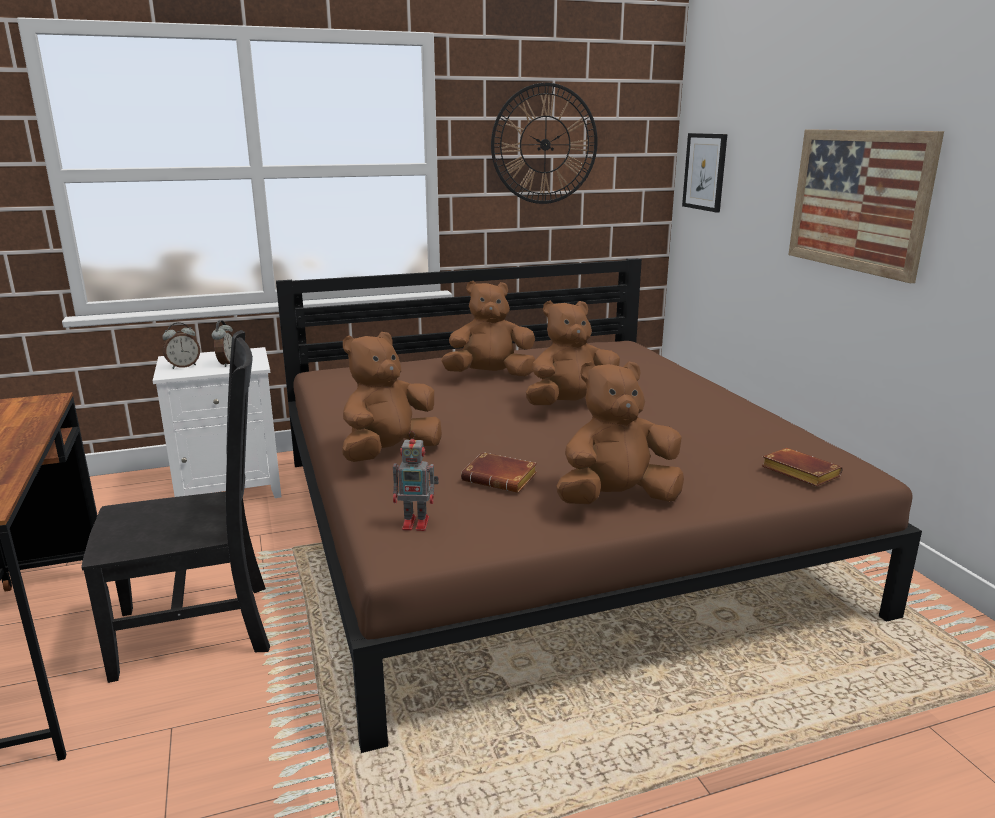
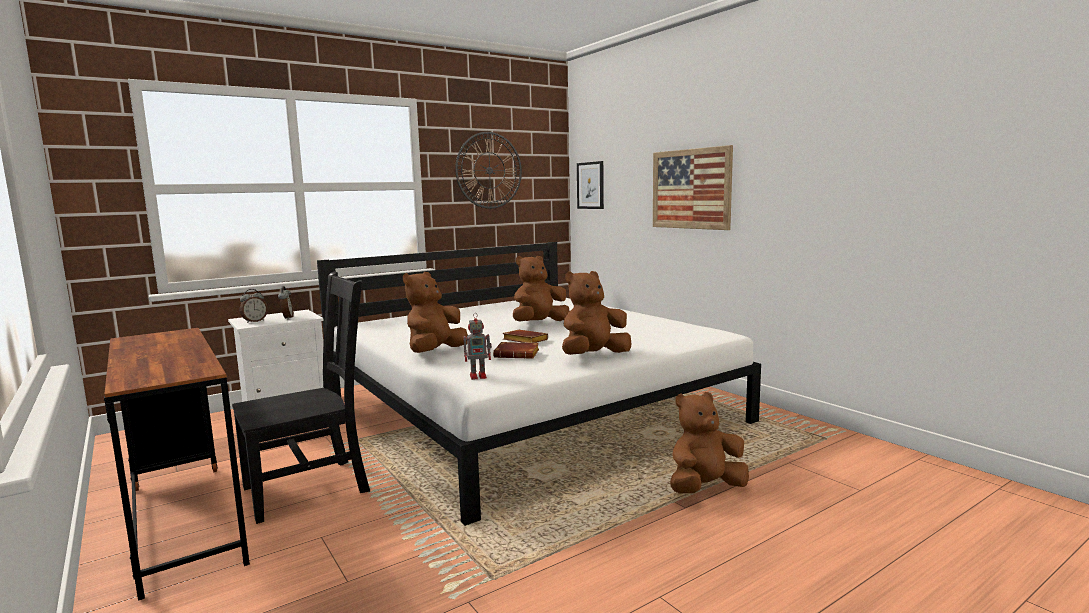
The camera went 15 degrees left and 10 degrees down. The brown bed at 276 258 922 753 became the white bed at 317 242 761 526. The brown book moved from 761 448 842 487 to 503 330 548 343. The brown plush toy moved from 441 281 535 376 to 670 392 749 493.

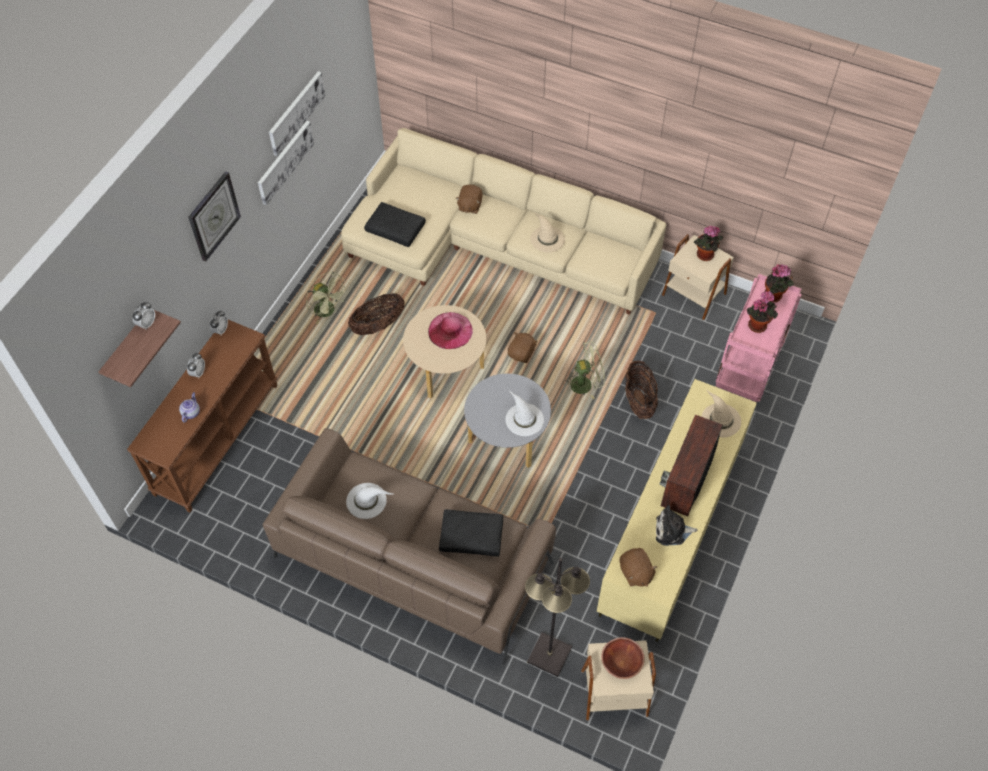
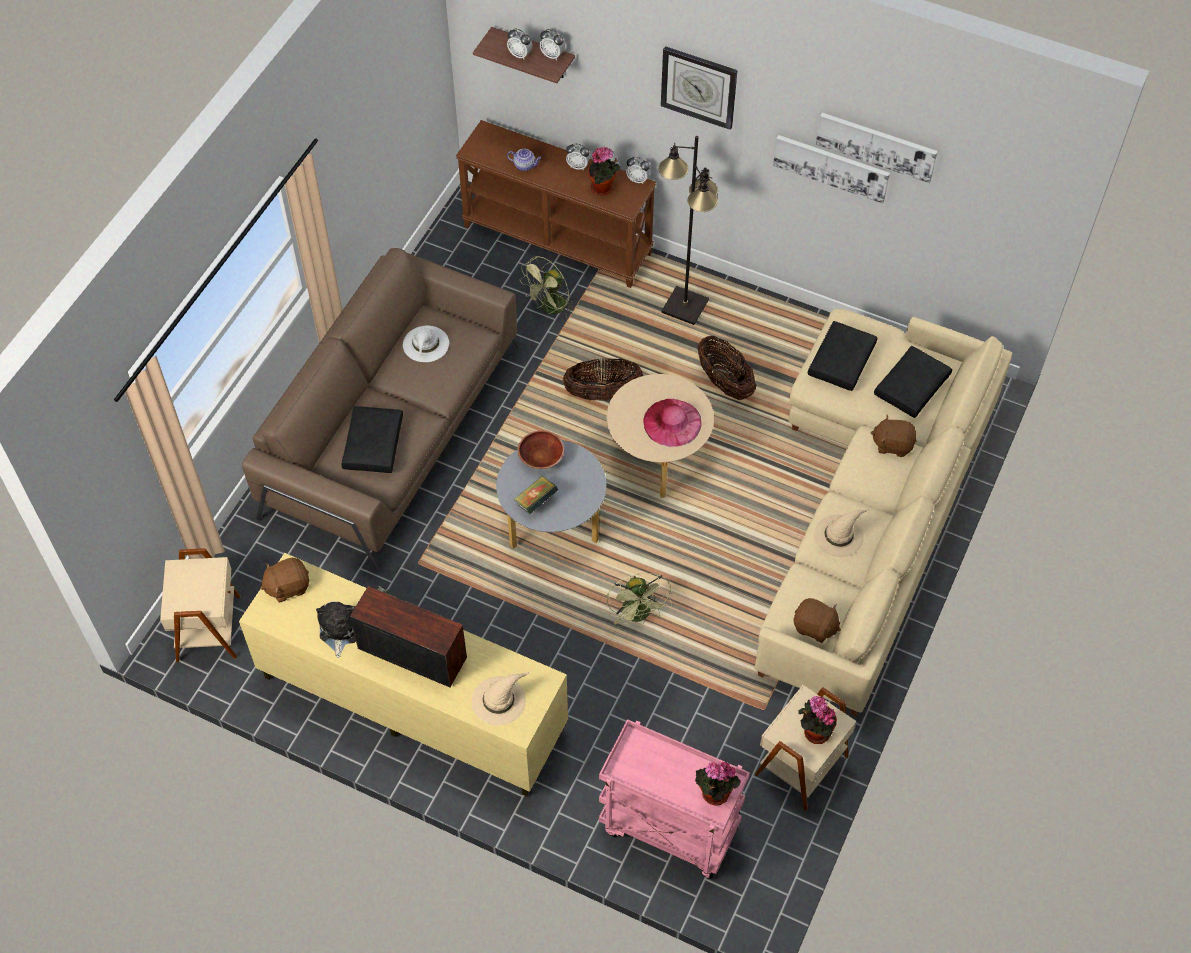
The camera went 90 degrees right and 0 degrees up. The alarm clock at 507 29 533 59 appeared. The white hat at 505 390 544 436 was replaced by the book at 513 476 558 514. The brown bowl moved from 601 637 645 679 to 518 431 564 469. The green fan moved from 306 272 348 324 to 520 256 574 317. The basket moved from 625 361 658 419 to 563 358 643 401. The potted plant moved from 747 291 778 333 to 588 146 620 195. The black floor lamp moved from 525 558 590 677 to 658 136 718 325. The brown plush toy moved from 508 332 538 363 to 793 598 841 643. The black pillow at 874 346 952 418 appeared.

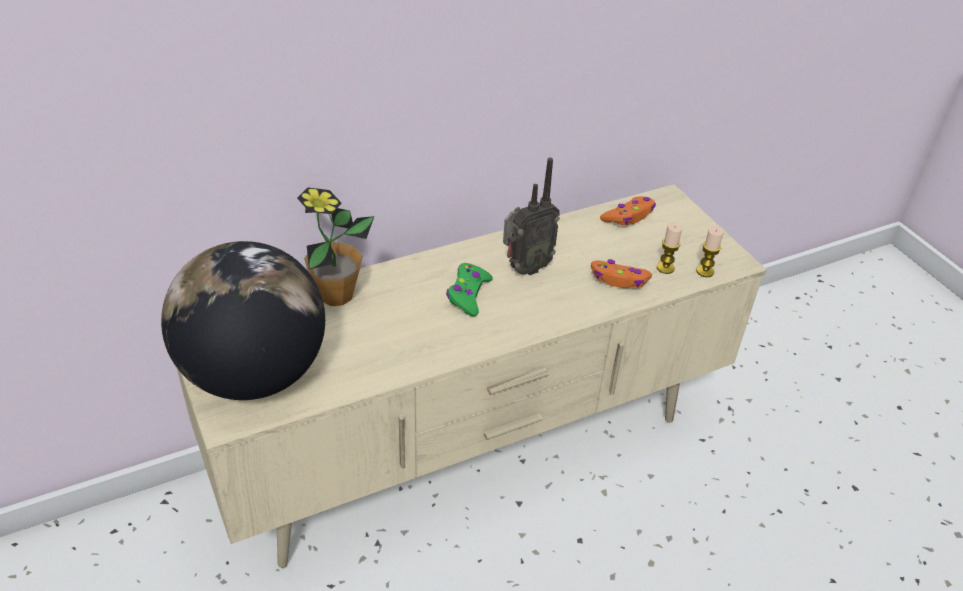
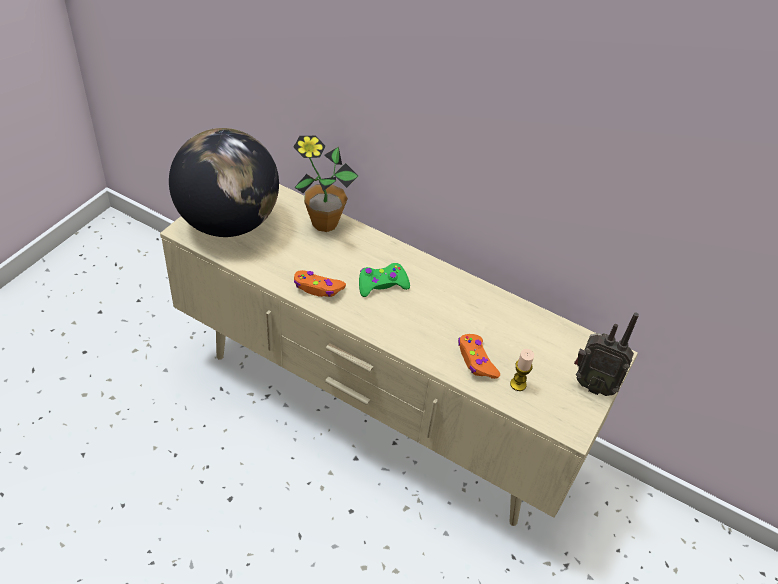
The camera went 55 degrees right and 5 degrees up. The orange game controller moved from 600 196 656 226 to 294 270 346 297. The radio moved from 503 158 560 276 to 574 313 639 396. The candle at 696 225 724 277 disappeared.

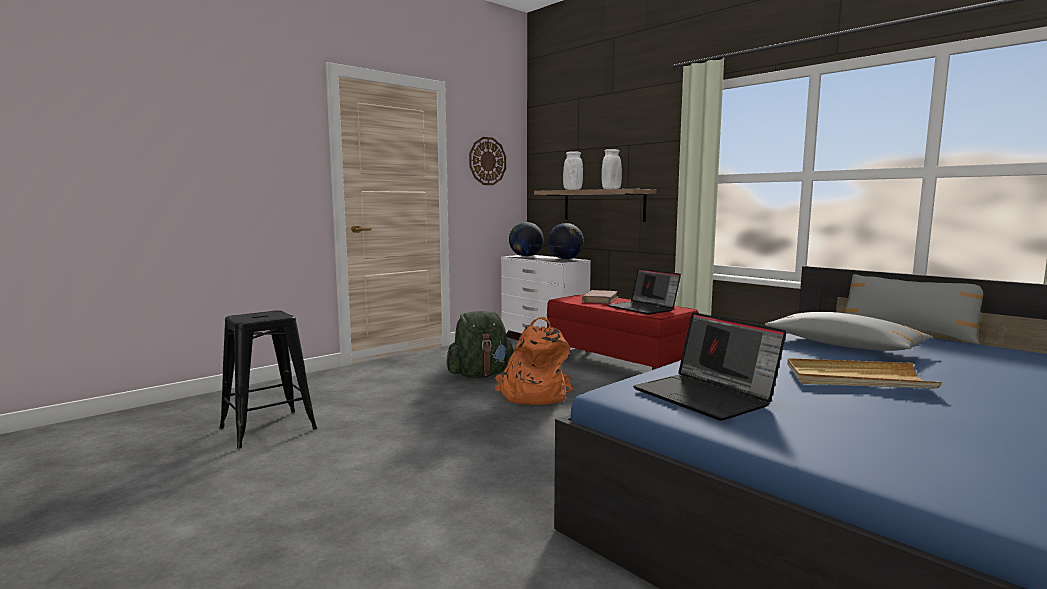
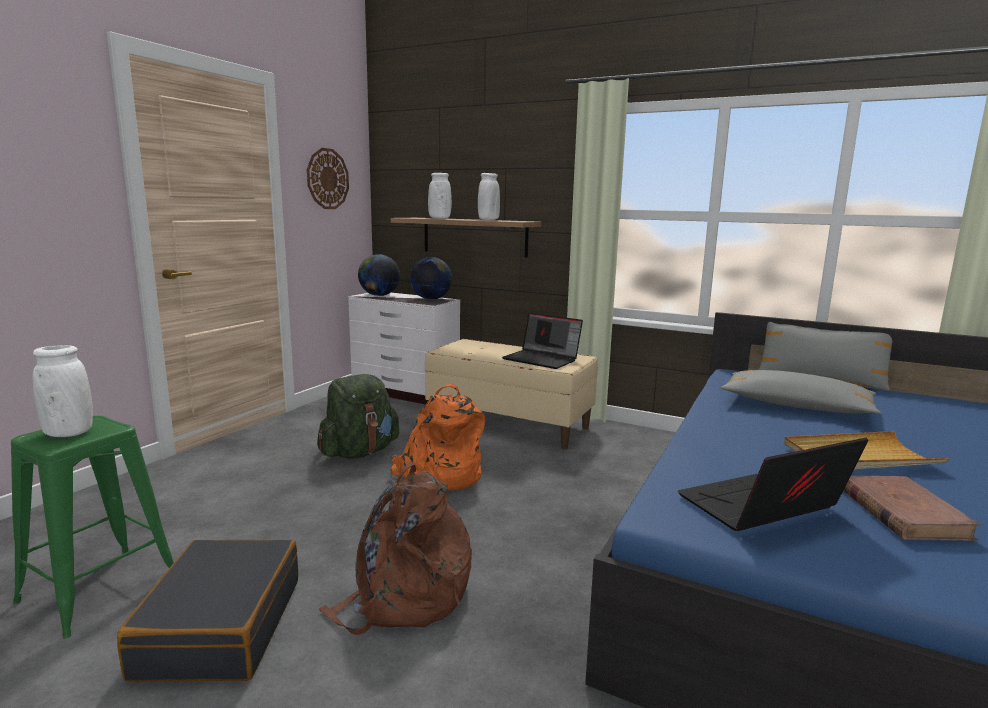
The camera went 20 degrees left and 5 degrees up. The black stool at 219 310 317 449 became the green stool at 11 416 174 639. The white vase at 33 345 93 437 appeared. The black suitcase at 117 539 298 682 appeared. The brown backpack at 319 461 472 635 appeared. The red bench at 547 294 699 370 became the beige bench at 425 339 598 449. The laptop at 633 312 786 421 turned 120 degrees clockwise. The brown book moved from 582 290 618 304 to 843 476 981 541.

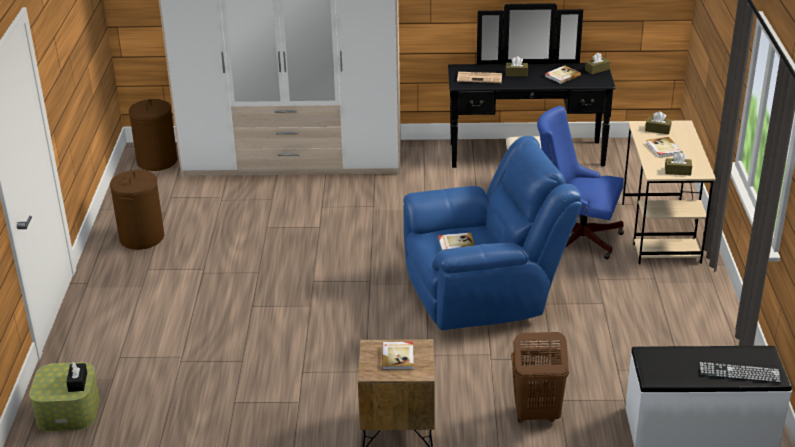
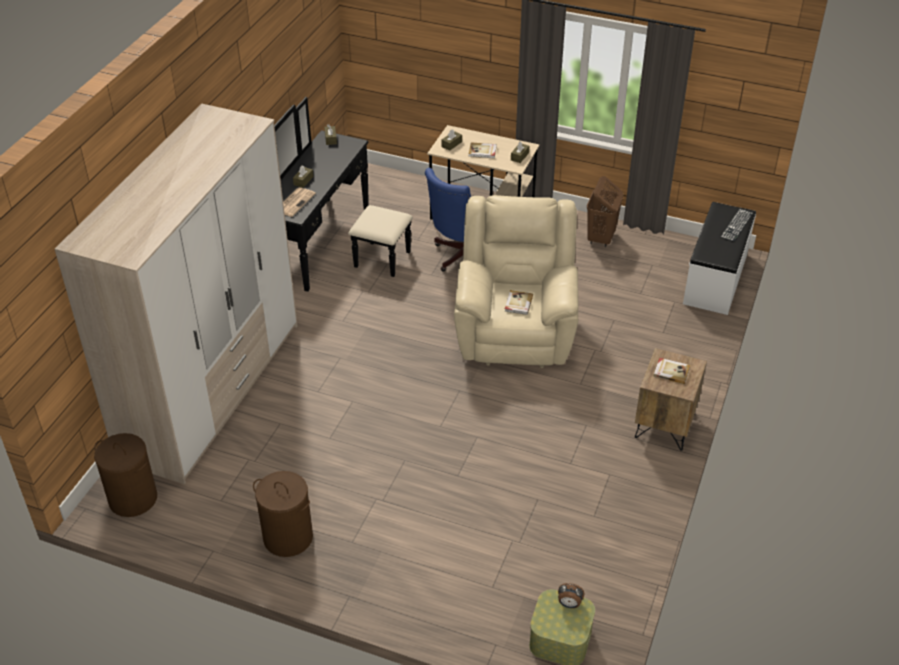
The camera went 70 degrees left and 10 degrees up. The blue armchair at 403 136 582 330 became the beige armchair at 454 195 578 368. The black tissue box at 66 362 87 392 was replaced by the alarm clock at 558 583 584 608. The brown laundry basket moved from 511 332 569 423 to 587 176 623 247. The book at 545 65 581 84 disappeared.

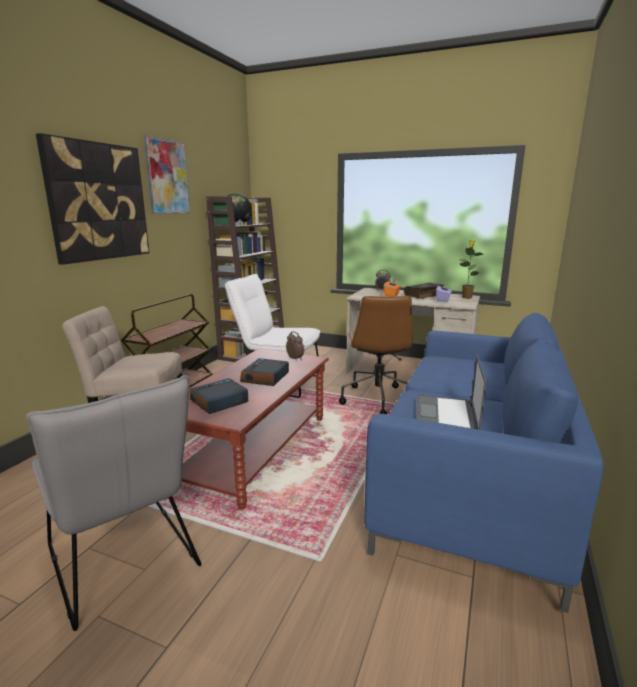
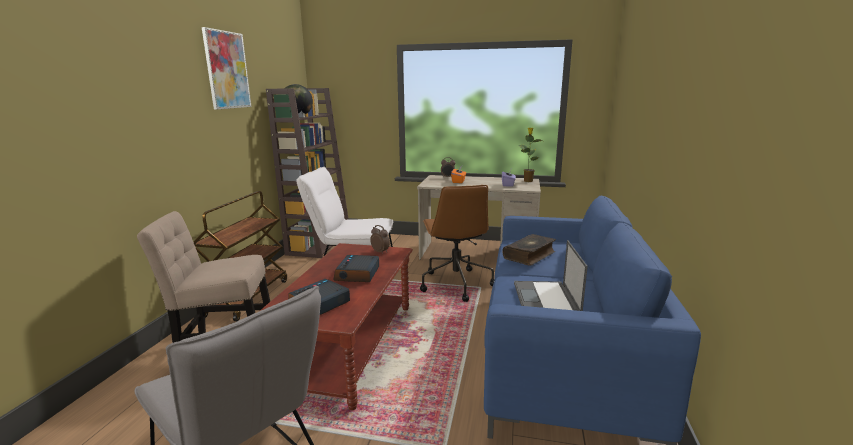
The camera went 10 degrees left and 0 degrees up. The book moved from 404 283 444 299 to 503 234 556 266. The picture at 36 133 149 265 disappeared.

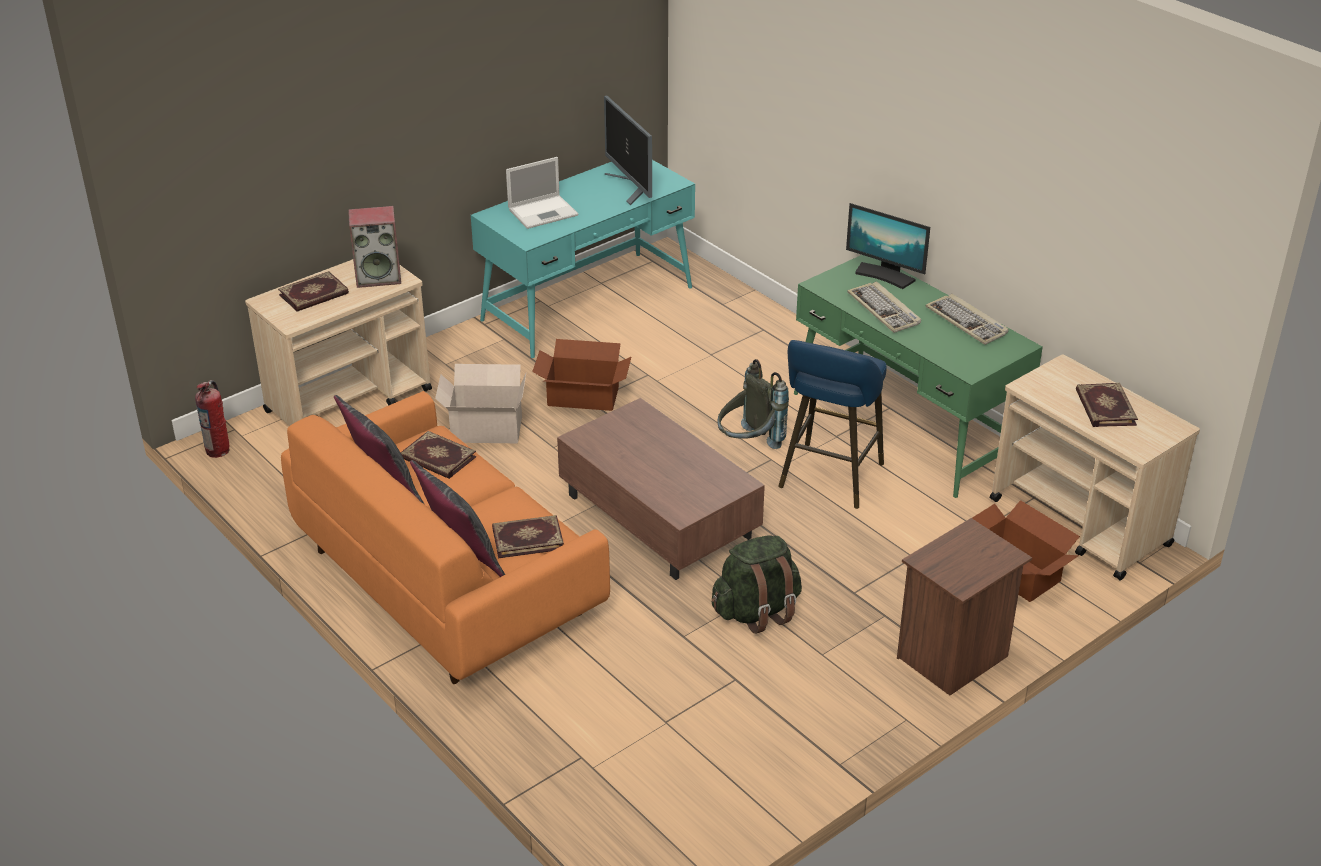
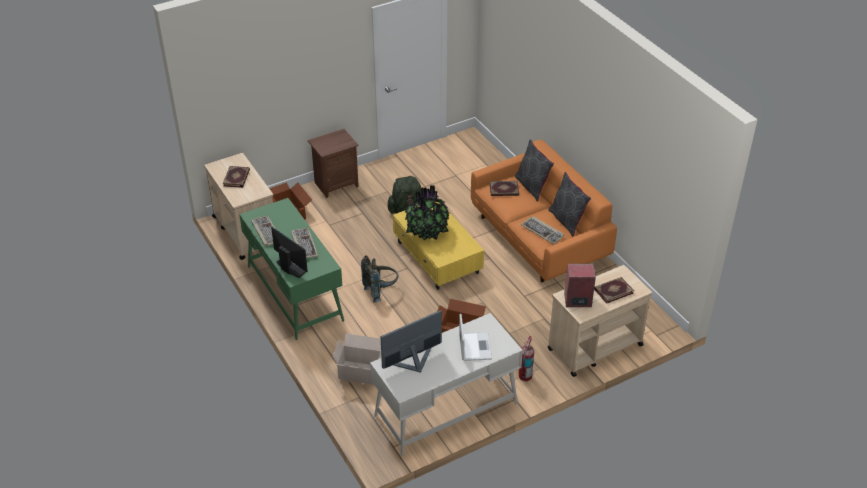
The camera went 170 degrees left and 5 degrees up. The cardboard box moved from 435 364 526 443 to 333 333 381 385. The turquoise desk at 471 160 695 358 became the white desk at 370 313 523 456. The monitor at 604 95 652 206 turned 105 degrees counterclockwise. The brown coffee table at 557 398 765 580 became the yellow coffee table at 393 202 484 290. The potted plant at 405 185 450 241 appeared. The laptop at 506 157 578 229 turned 105 degrees clockwise. The fire extinguisher moved from 195 380 230 458 to 519 336 534 381. The book at 401 431 476 479 was replaced by the keyboard at 521 216 564 245. The blue stool at 778 340 887 509 disappeared.

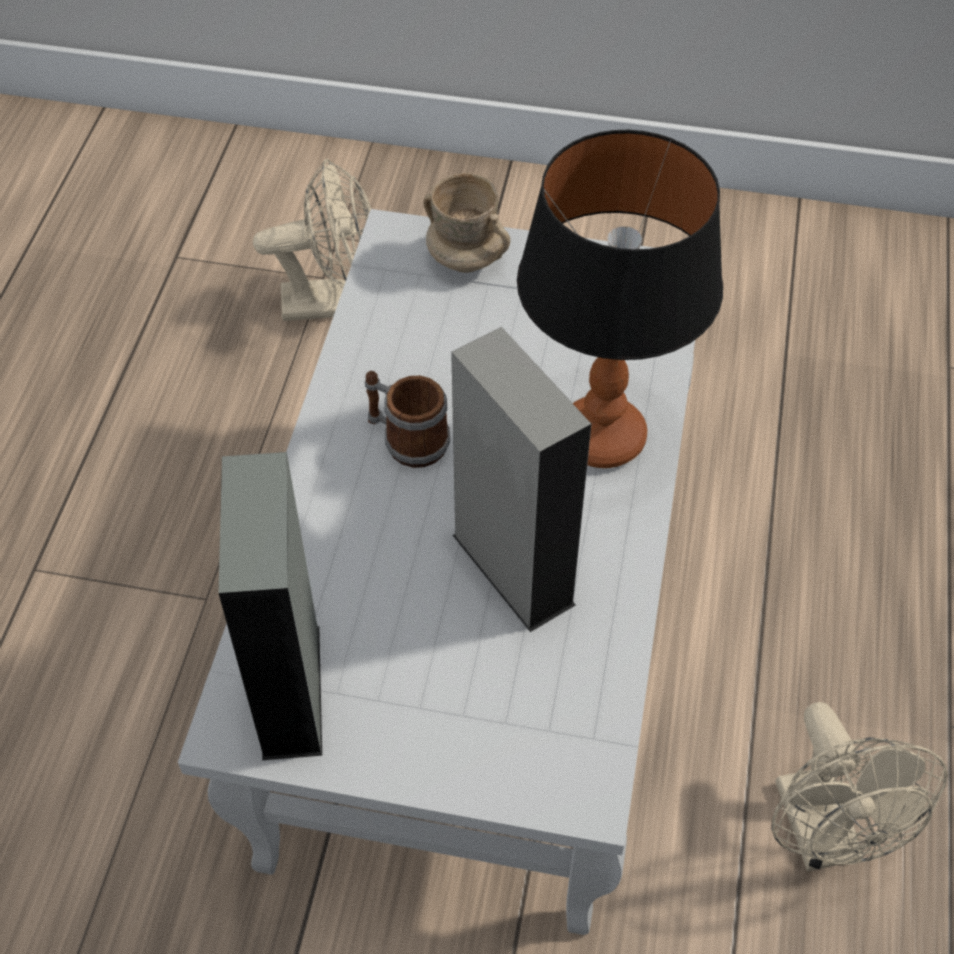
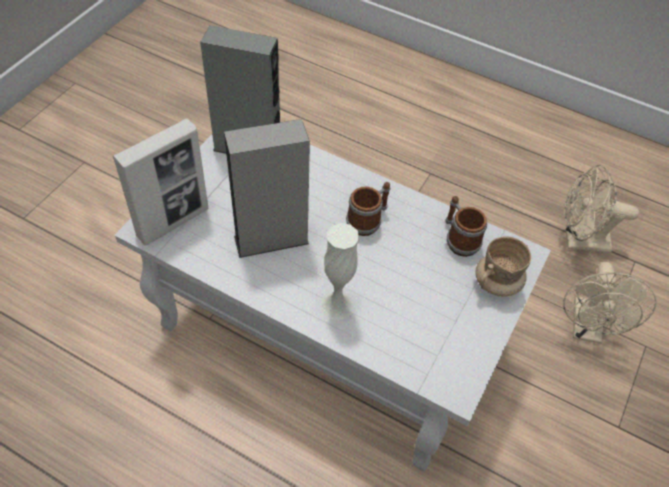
The camera went 105 degrees right and 0 degrees up. The picture frame at 113 118 208 245 appeared. The table lamp at 517 130 723 468 was replaced by the white vase at 320 223 359 320. The mug at 445 196 487 257 appeared. The beige fan moved from 771 702 948 871 to 564 165 639 253.

